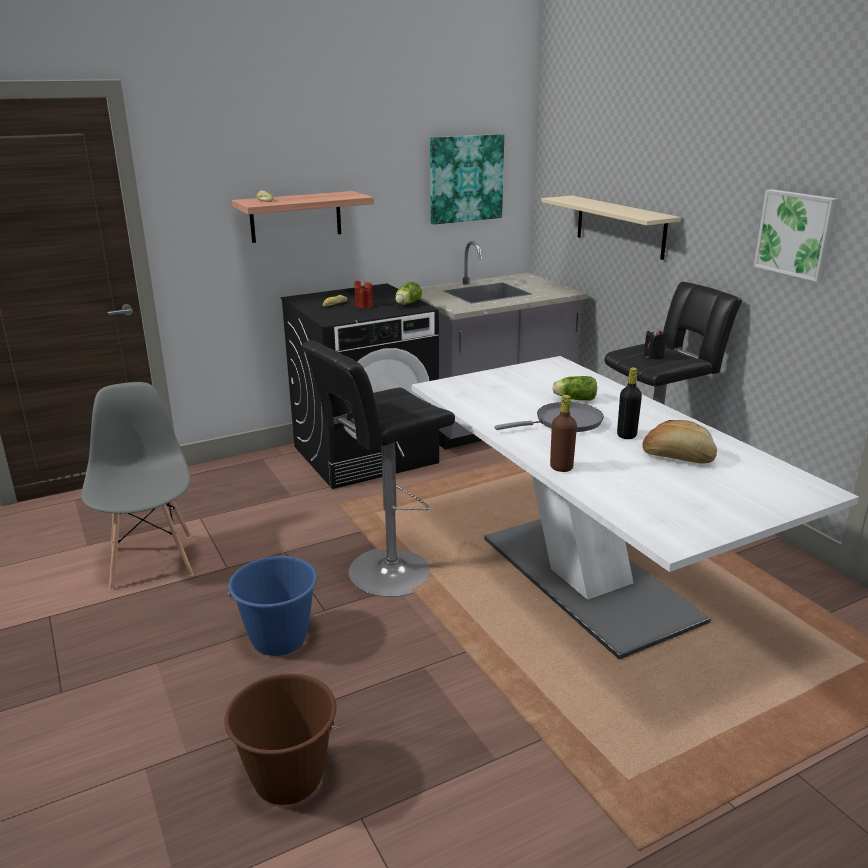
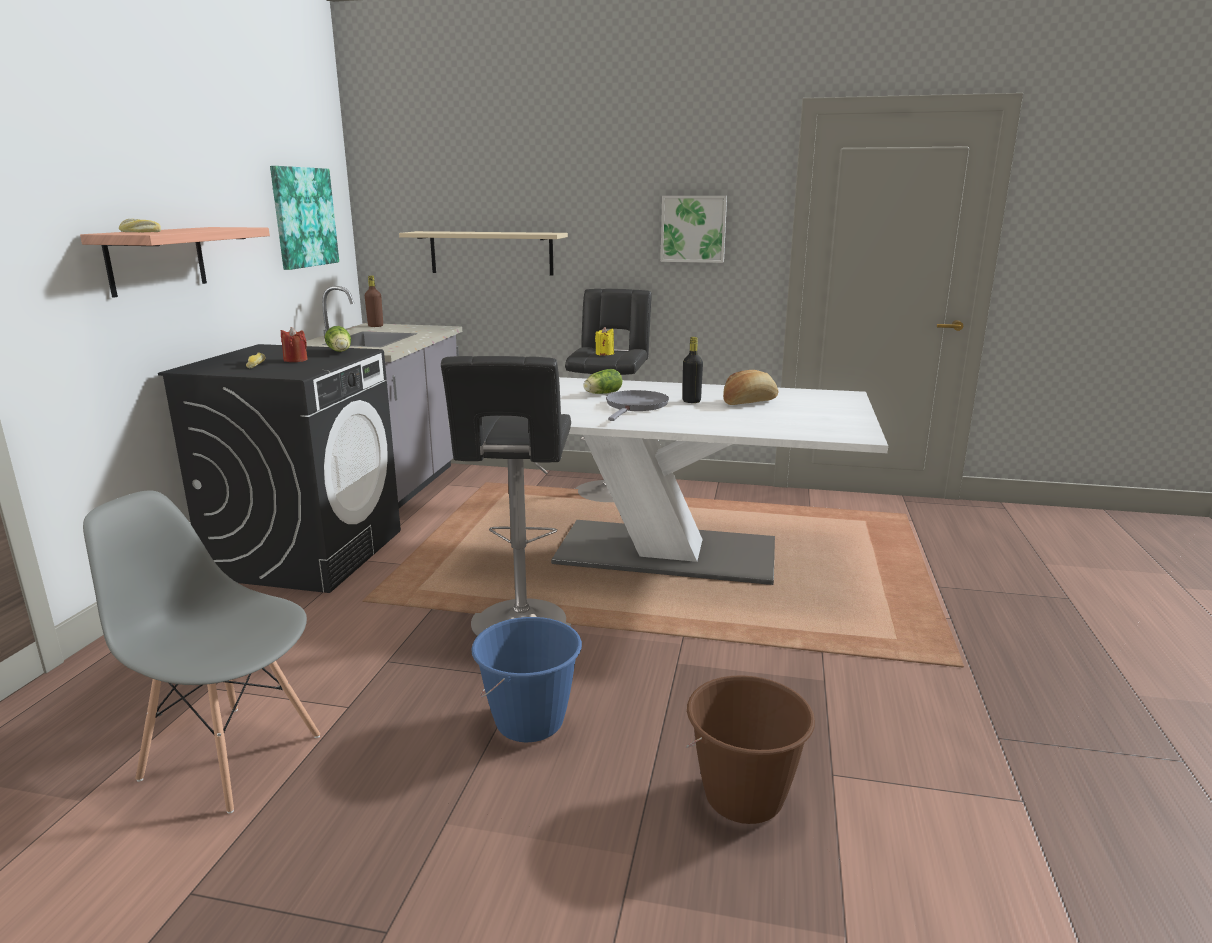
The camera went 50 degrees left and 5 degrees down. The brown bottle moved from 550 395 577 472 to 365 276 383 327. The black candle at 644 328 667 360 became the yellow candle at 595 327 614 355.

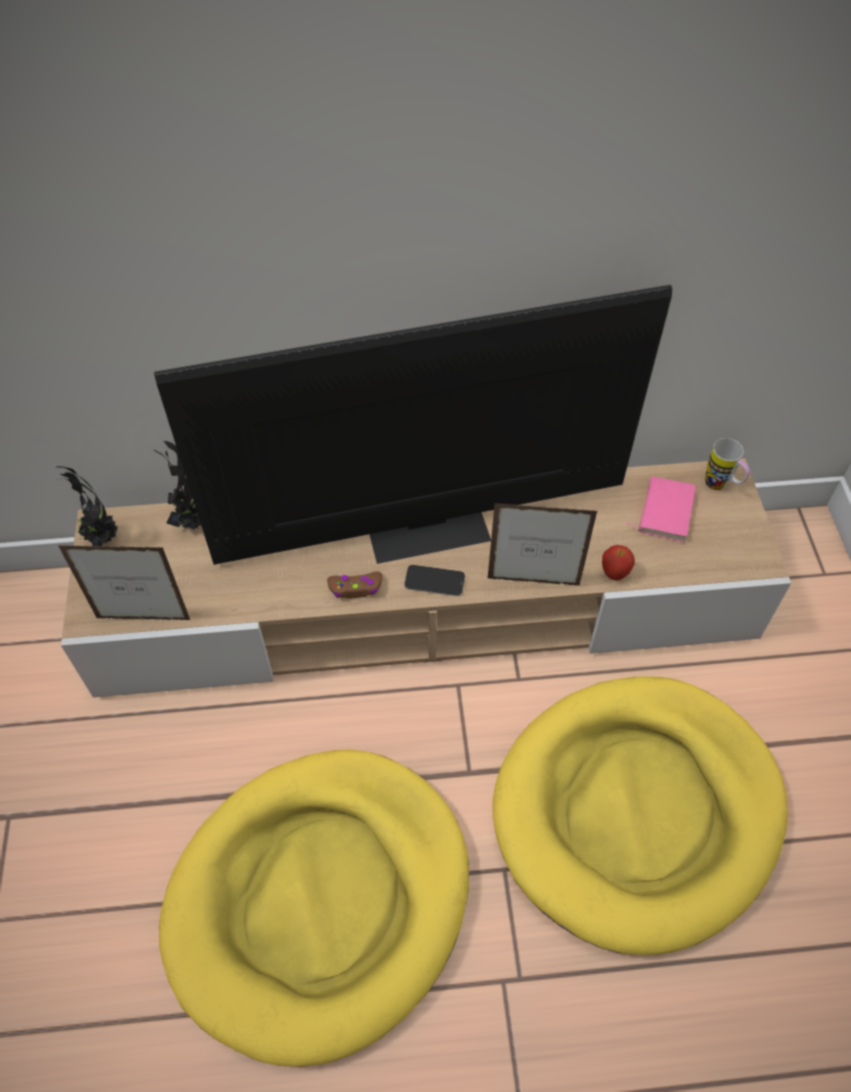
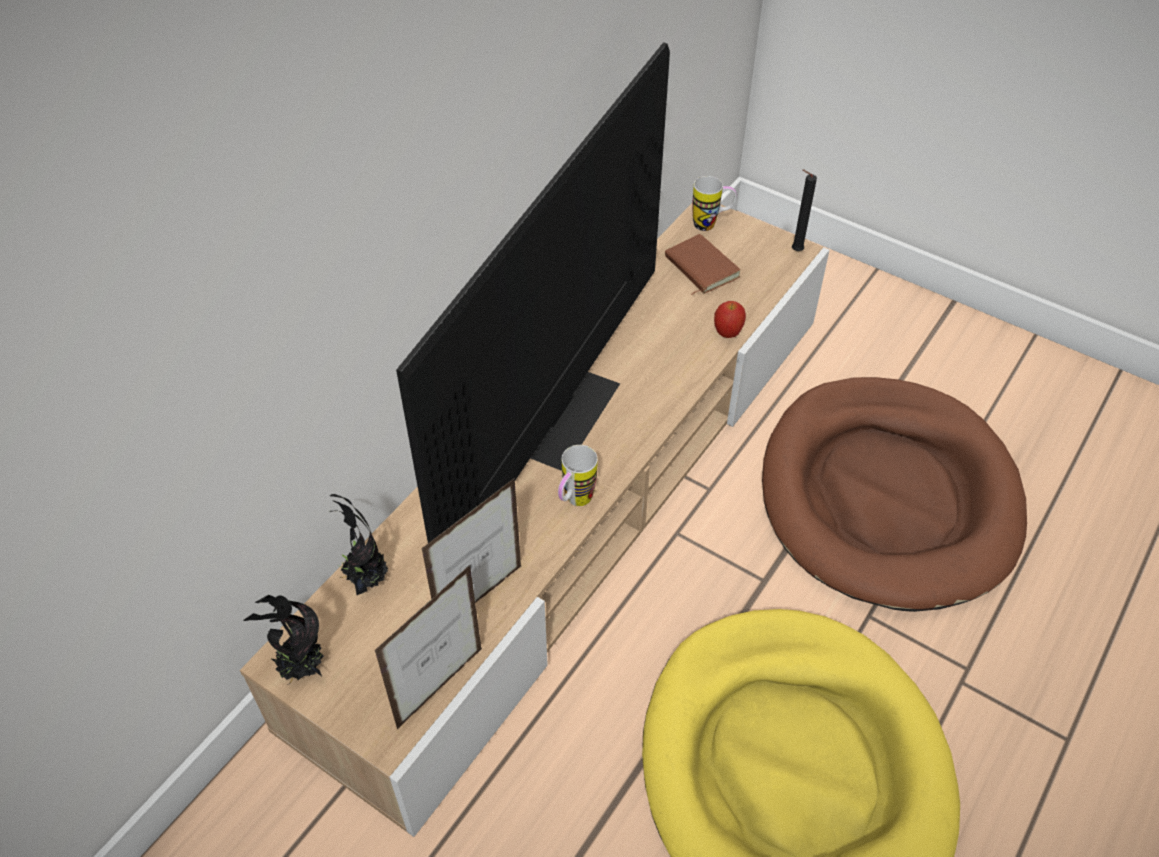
The camera went 50 degrees left and 5 degrees down. The picture frame moved from 488 503 598 586 to 422 478 521 603. The brown game controller at 327 571 382 599 was replaced by the mug at 558 445 598 506. The pink book at 624 476 695 543 became the brown book at 665 234 740 295. The yellow dog bed at 493 676 788 955 became the brown dog bed at 762 377 1027 612. The black candle at 792 169 817 251 appeared. The phone at 404 565 465 596 disappeared.

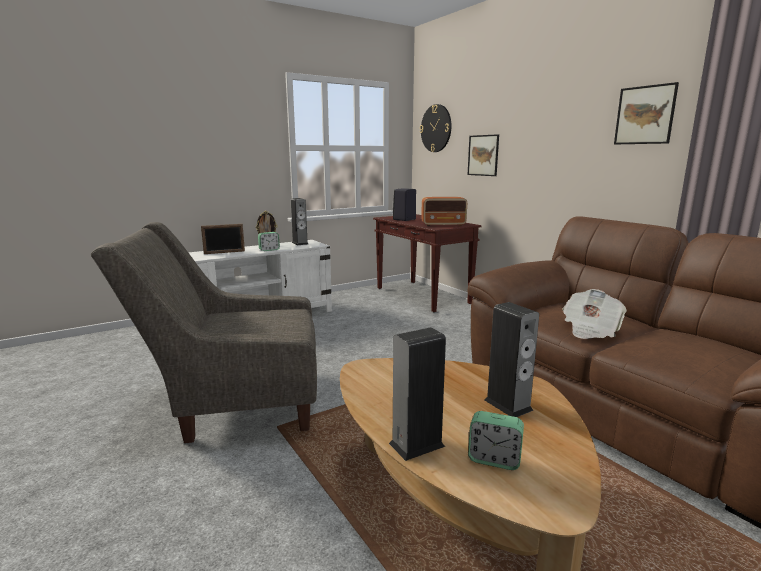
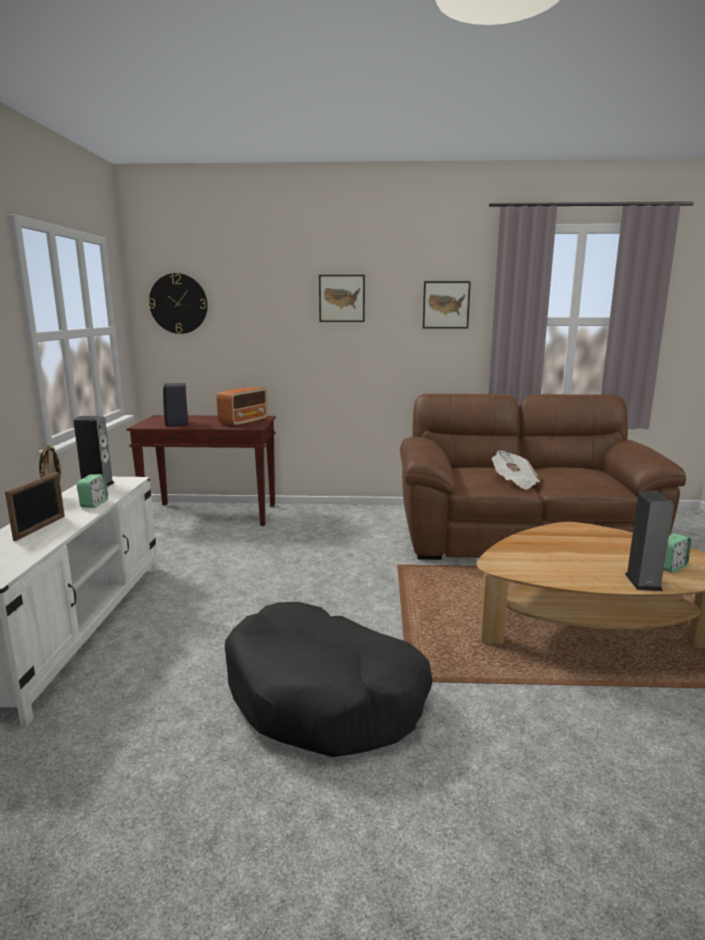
The camera went 55 degrees left and 0 degrees up. The grey armchair at 91 222 317 443 was replaced by the black dog bed at 225 602 433 757. The picture moved from 468 134 499 176 to 319 275 365 322. The speaker at 485 302 539 417 disappeared.

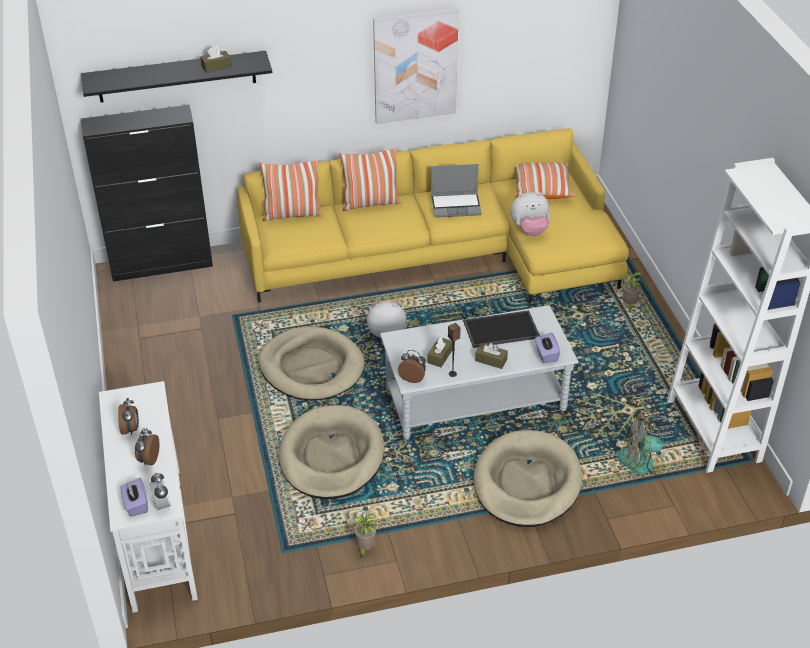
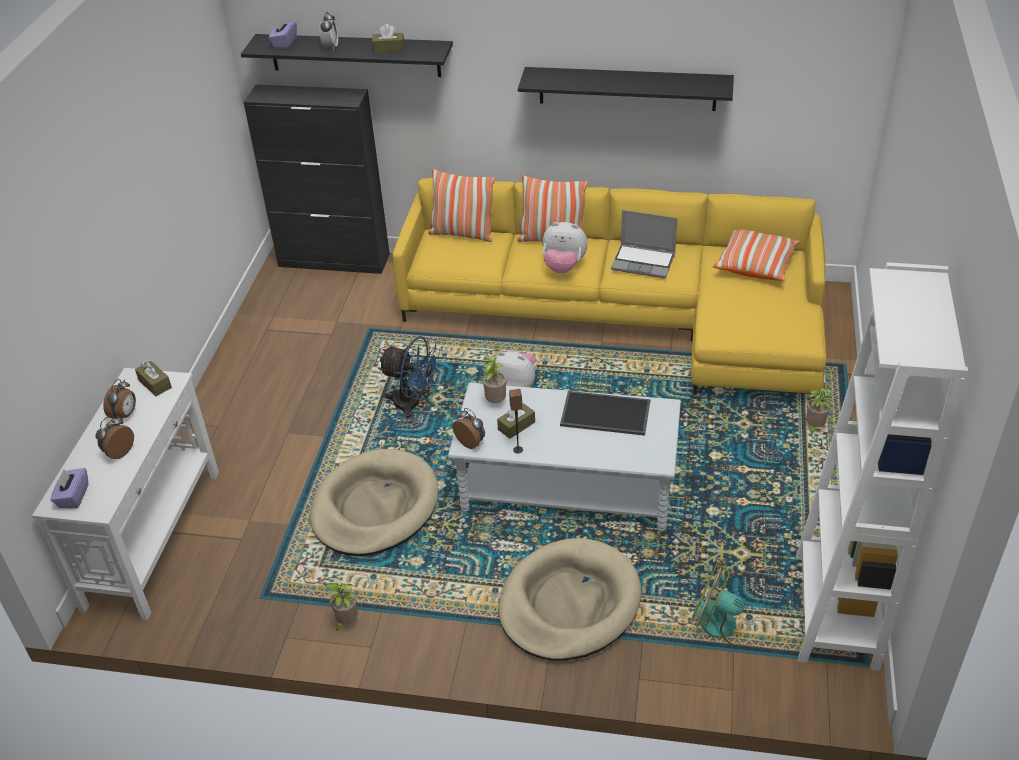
The camera went 25 degrees right and 0 degrees up. The brown tissue box moved from 475 343 508 369 to 135 361 172 396. The purple tissue box moved from 535 332 560 363 to 269 17 297 49. The alarm clock moved from 150 472 171 510 to 319 12 338 51. The beige dog bed at 258 326 365 400 was replaced by the blue fan at 378 336 440 419. The potted plant at 482 353 507 403 appeared. The picture at 373 8 459 124 was replaced by the black shelf at 518 67 734 111. The plush toy moved from 510 192 550 236 to 542 222 588 273.

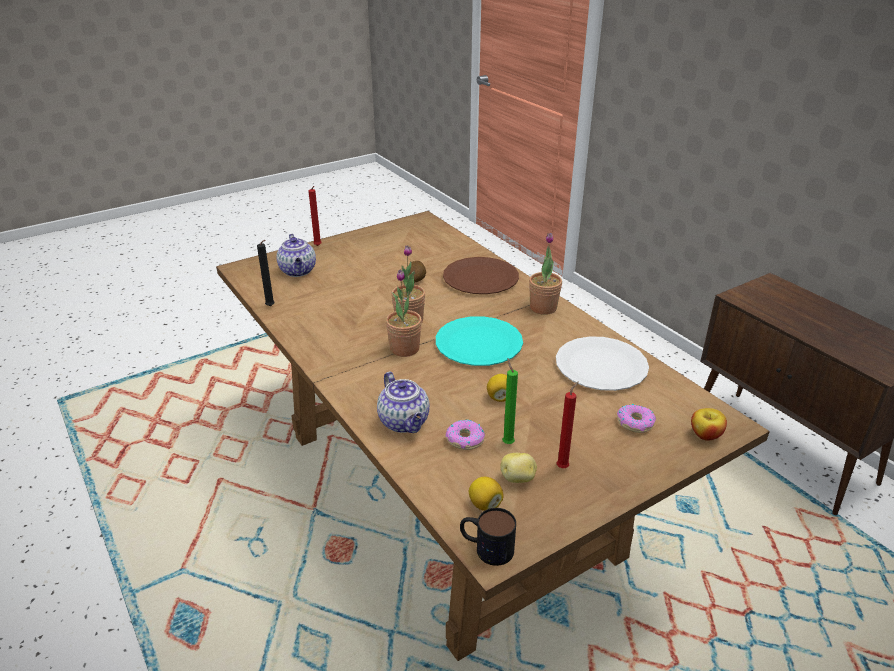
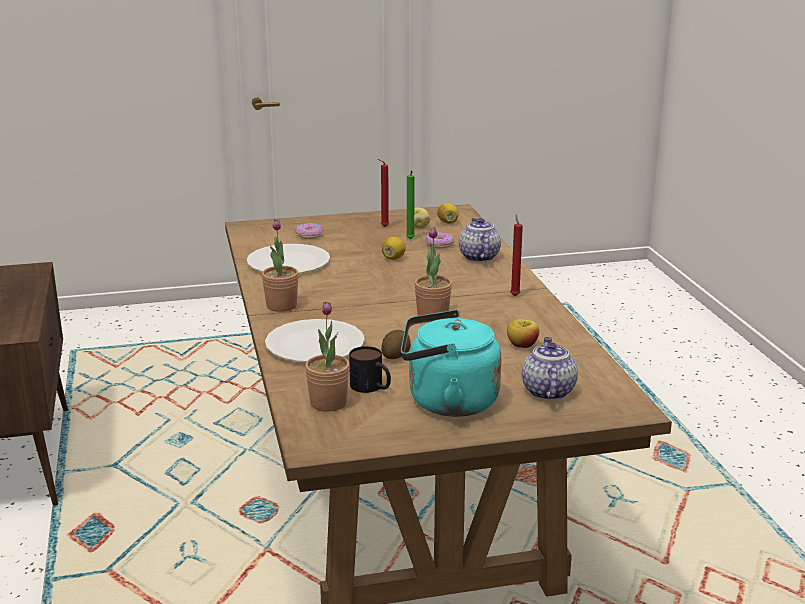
The camera went 160 degrees left and 10 degrees down. The brown plate at 443 257 519 294 became the white plate at 265 319 365 362. The potted plant moved from 386 269 422 357 to 305 301 350 412. The mug moved from 460 508 516 566 to 349 346 391 393. The turquoise kettle at 401 310 501 417 appeared. The apple moved from 691 408 727 441 to 507 319 539 348. The red candle moved from 309 186 322 246 to 510 214 523 296. The black candle at 257 240 275 306 disappeared. The turquoise plate at 436 316 523 366 disappeared.

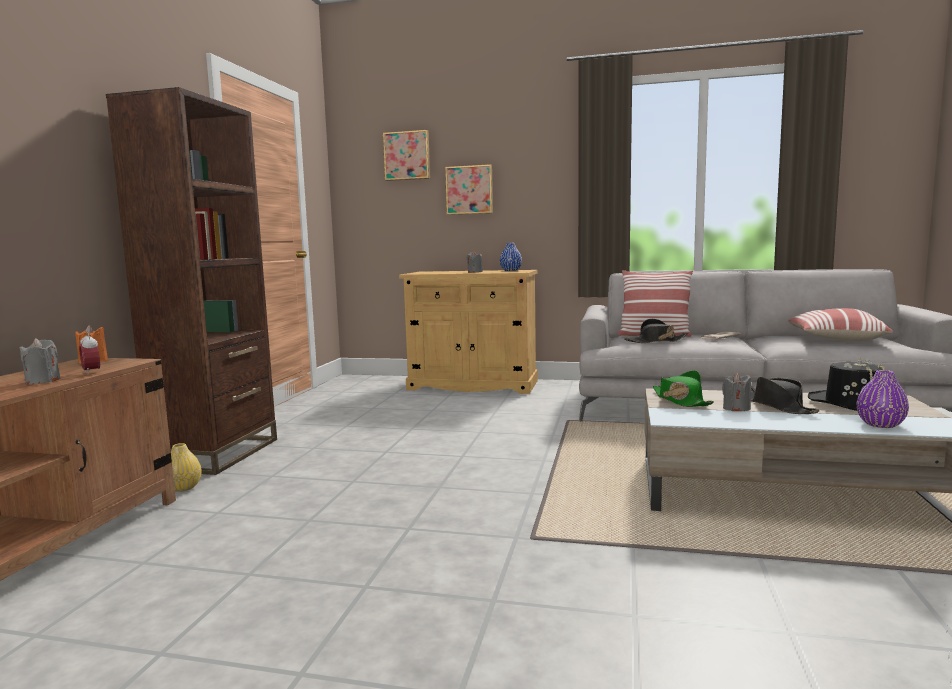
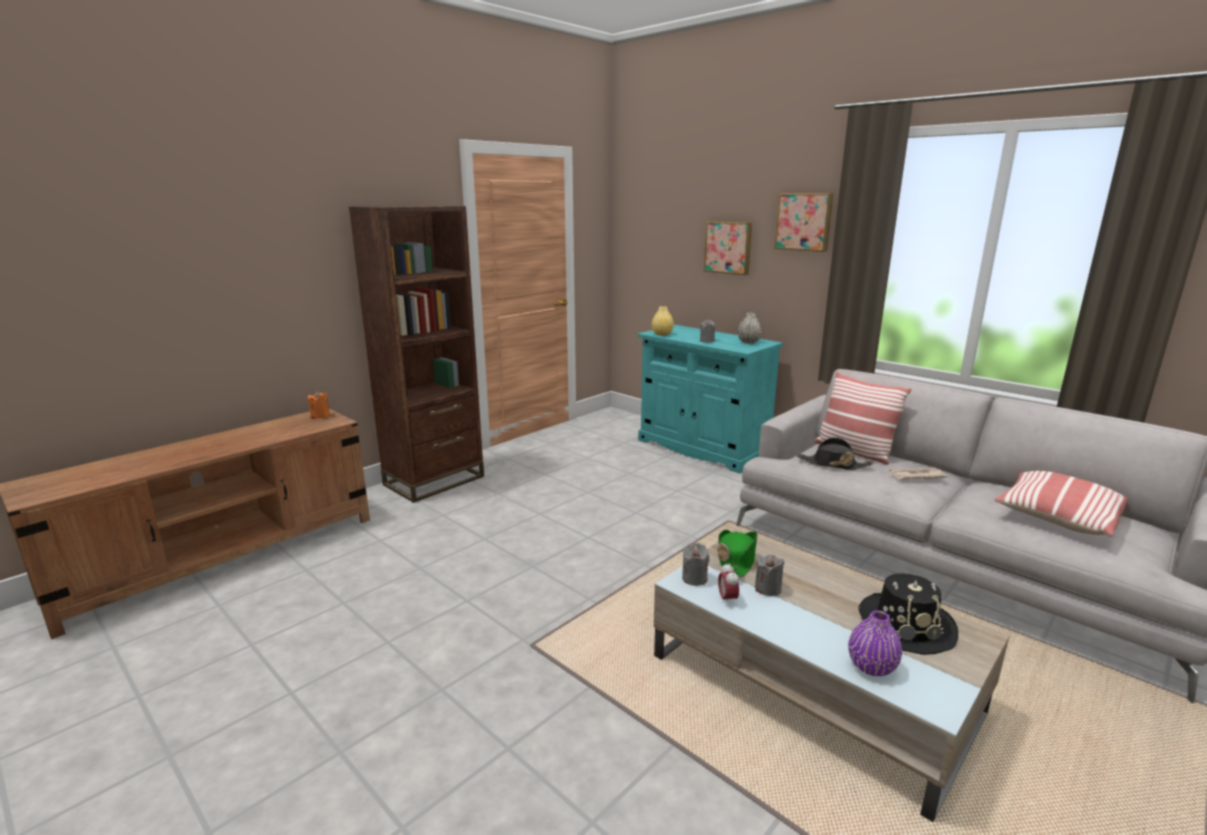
The camera went 30 degrees right and 10 degrees up. The beige cabinet at 399 270 538 394 became the turquoise cabinet at 638 325 783 474. The yellow vase moved from 171 443 202 492 to 652 306 674 336. The grey candle moved from 19 338 61 384 to 682 543 709 586. The alarm clock moved from 79 332 100 375 to 718 562 739 606. The blue vase at 500 243 522 271 became the grey vase at 738 312 762 344. The picture moved from 383 130 430 181 to 774 193 833 252. The black hat at 751 377 820 414 disappeared.

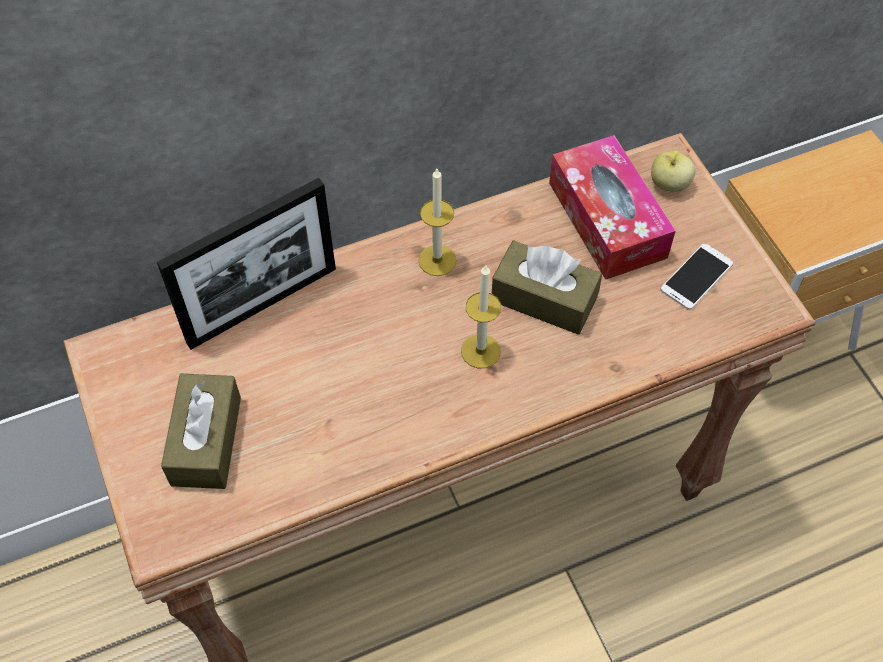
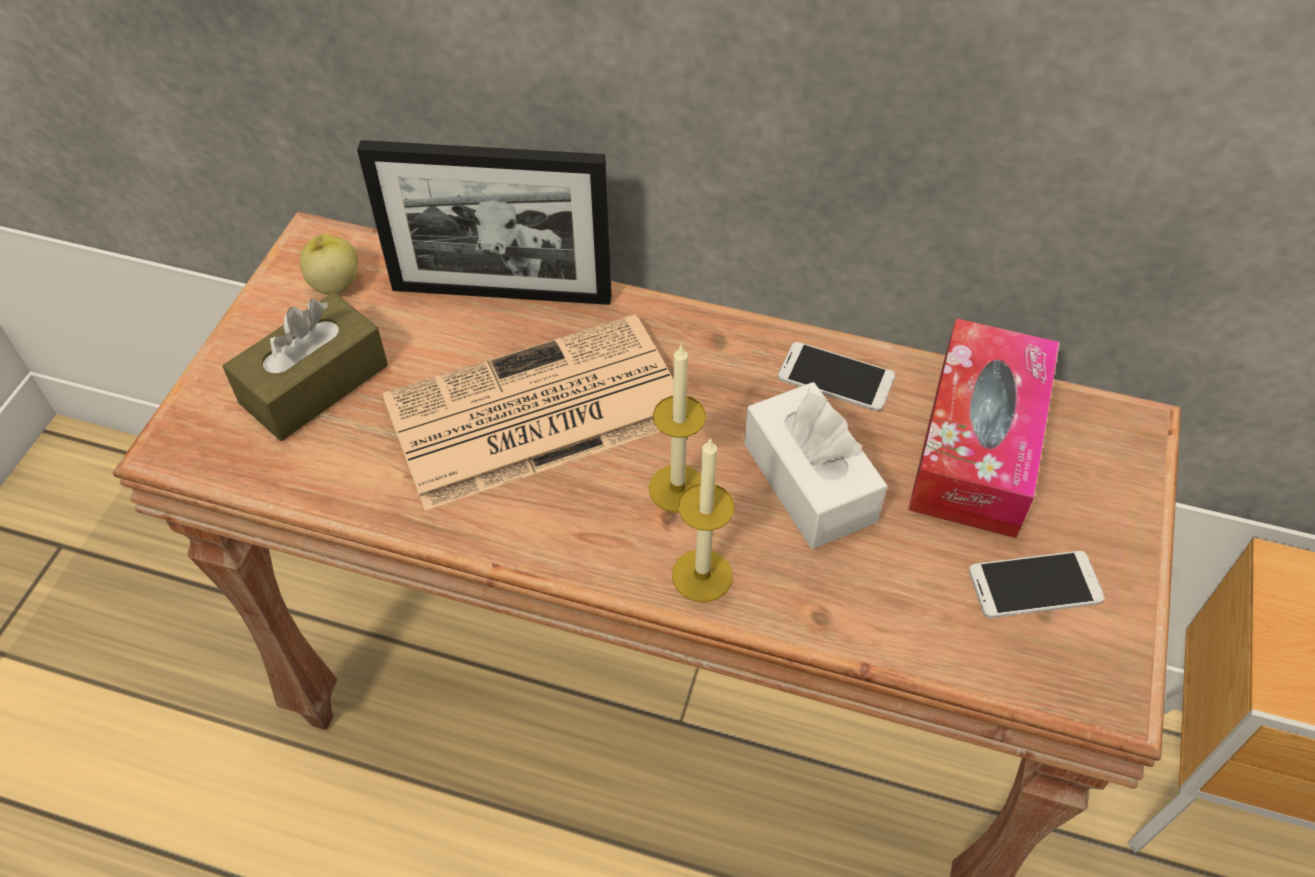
The camera went 40 degrees right and 5 degrees down. The apple moved from 651 150 695 192 to 300 234 358 295. The newspaper at 382 315 673 511 appeared. The candle moved from 418 169 456 276 to 672 437 734 602. The brown tissue box at 492 241 602 335 became the white tissue box at 744 382 887 549. The phone at 778 342 896 411 appeared.

